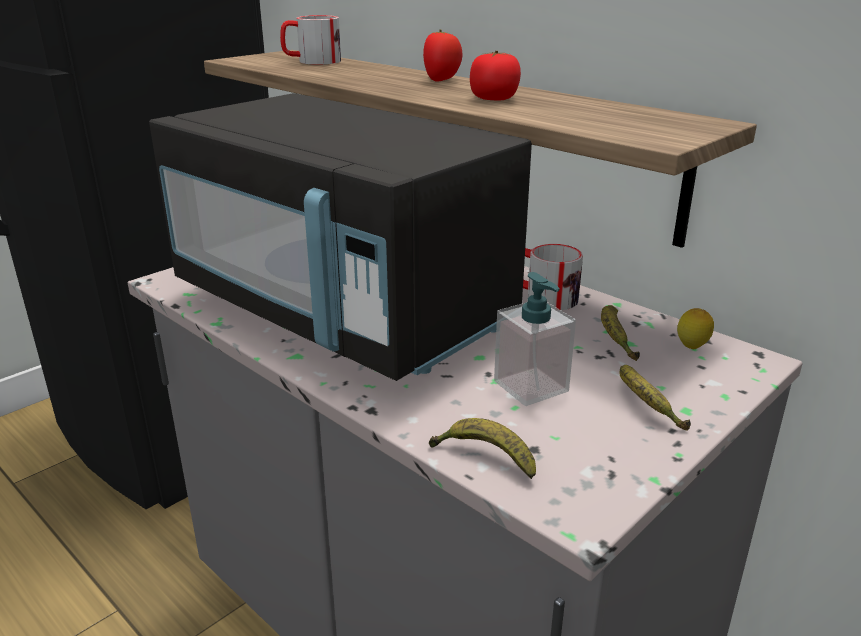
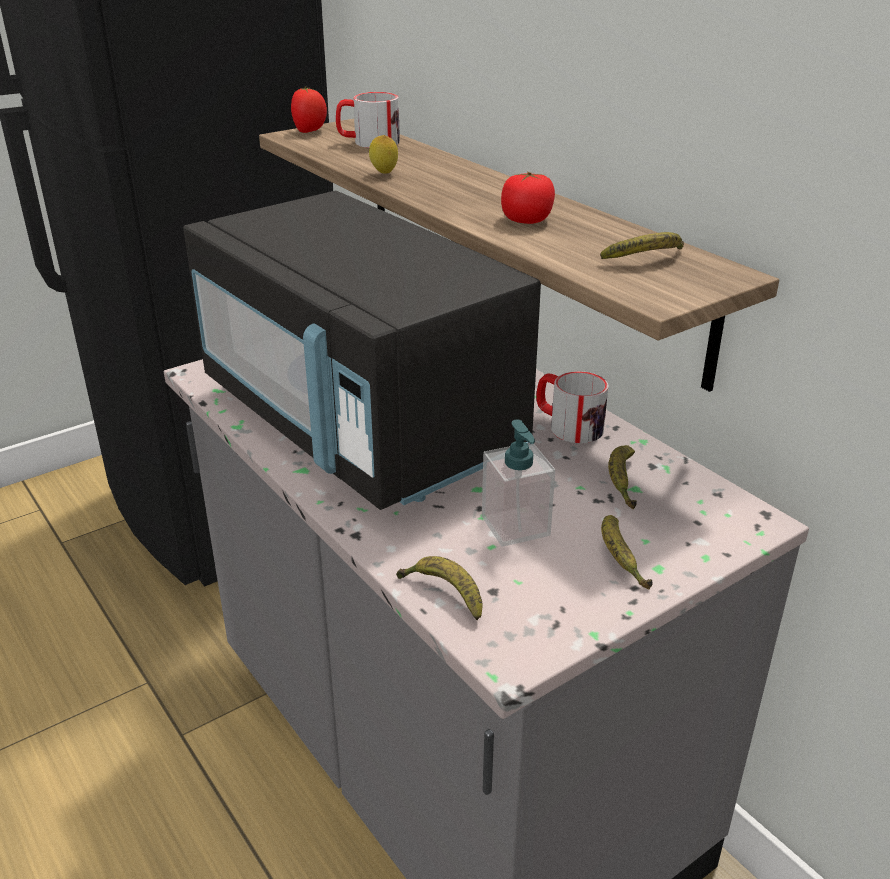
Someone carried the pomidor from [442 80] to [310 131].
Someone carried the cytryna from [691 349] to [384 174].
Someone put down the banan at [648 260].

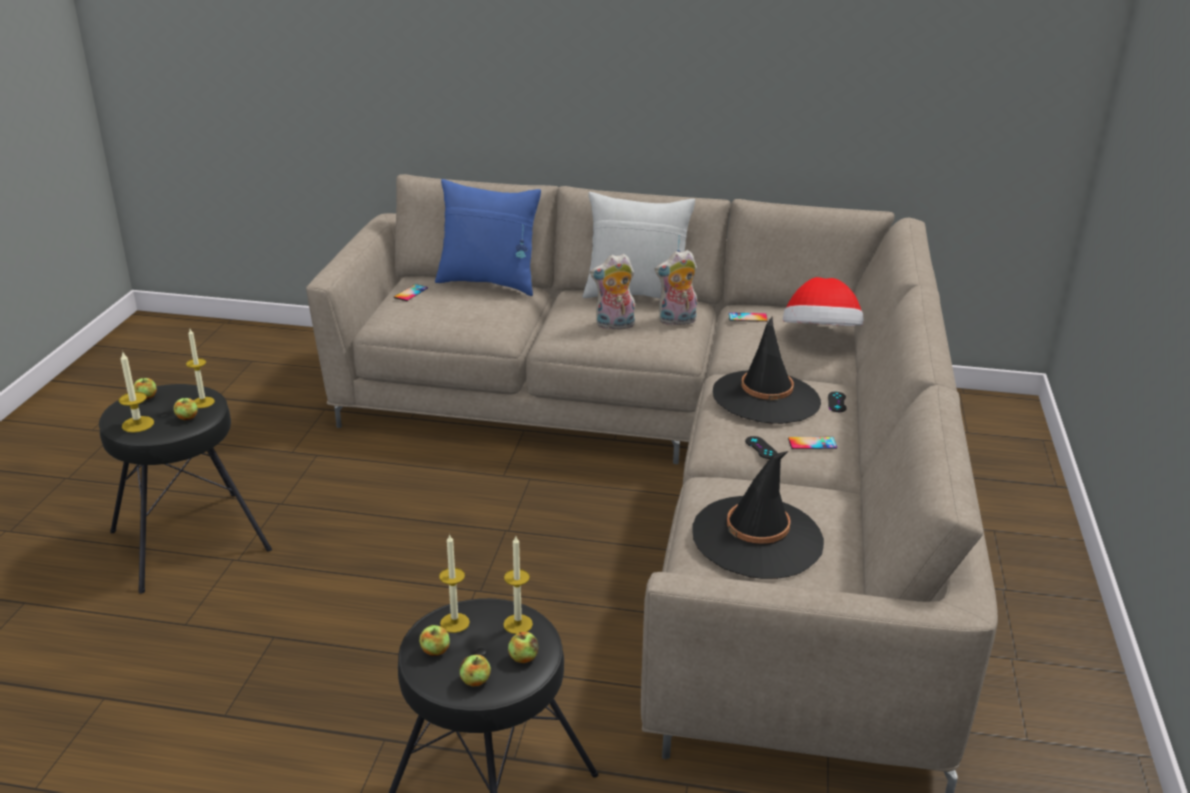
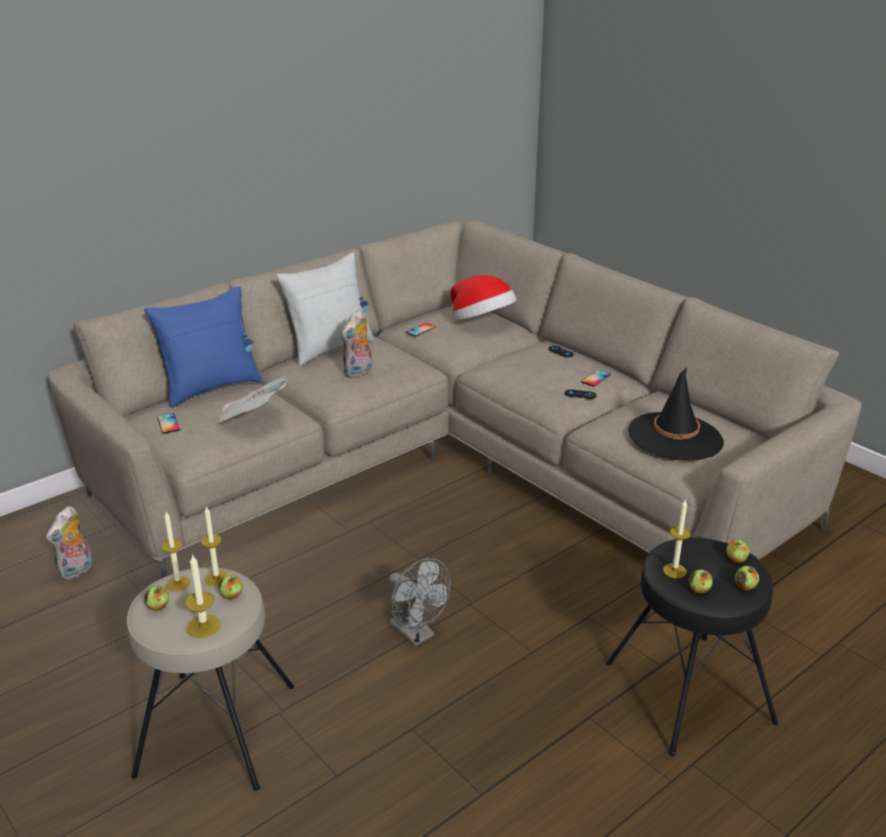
Someone repainted the stołek (czarny) at [189 539], which became the stołek (beżowy) at [214 729].
Someone carried the świeca from [518 624] to [178 584].
Someone carried the pluszak from [676 321] to [77 571].
Someone took away the kapelusz (czarny) at [766 398].
Someone put down the gazeta at [252 417].
Someone put down the wentylator (szary) at [417 634].

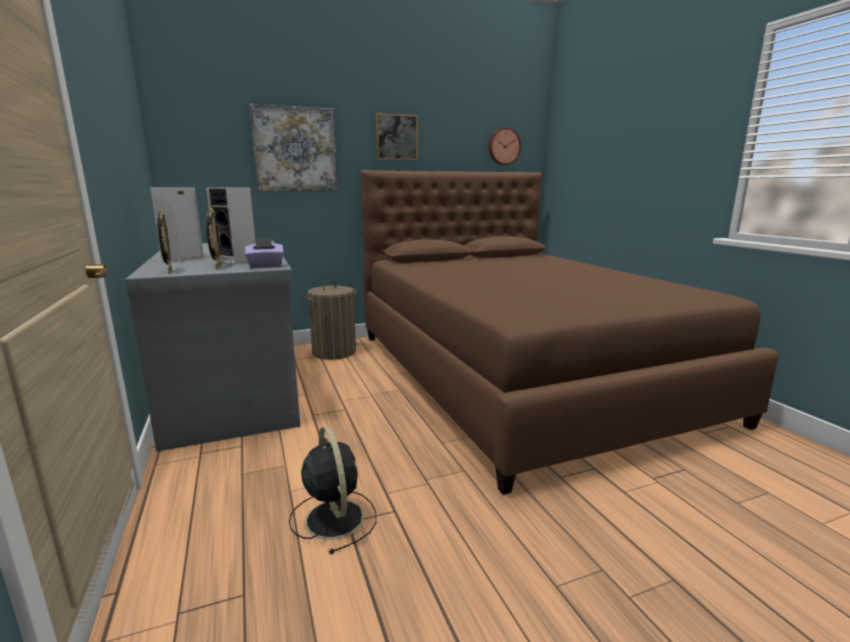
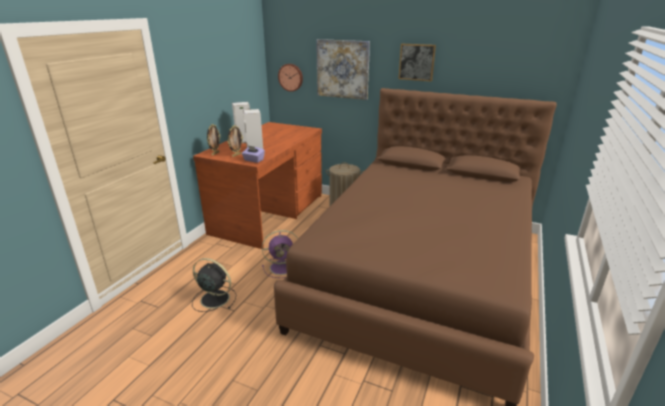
Someone repainted the biurko (szary) at [234 388], which became the biurko (brązowy) at [269 214].
Someone rotated the wentylator (czarny) at [334 517] by 90 degrees counterclockwise.
Someone carried the zegar ścienny from [503 146] to [291 77].
Someone put down the wentylator (fioletowy) at [283 267].

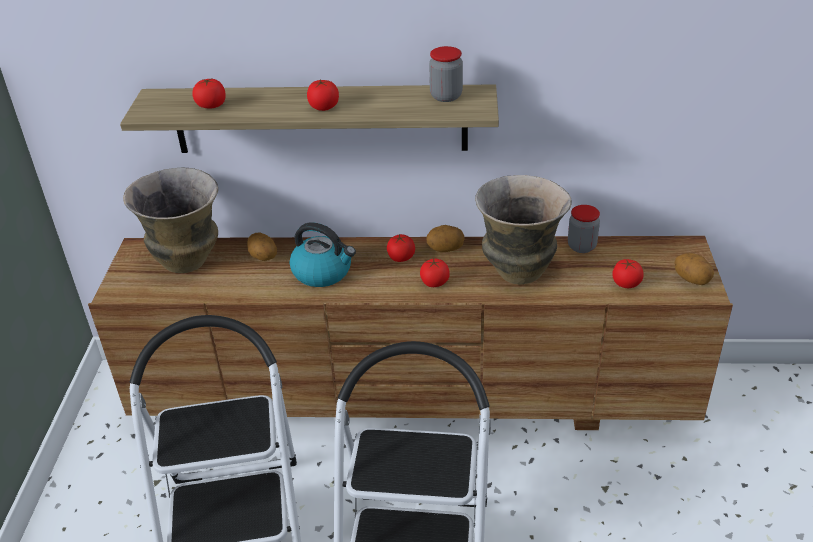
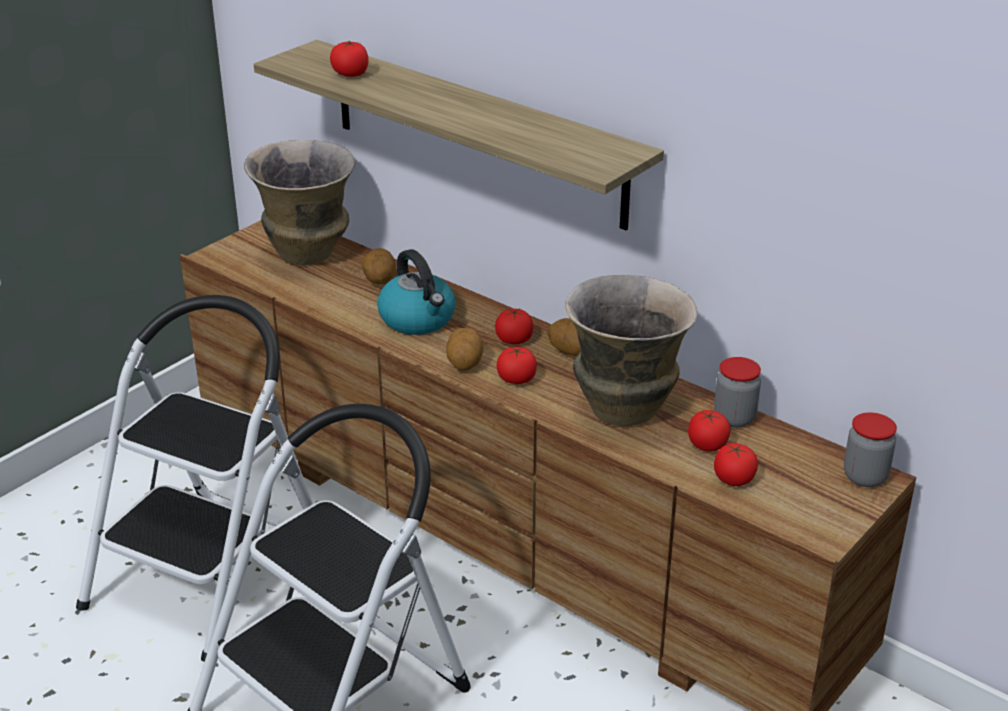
Someone carried the pomidor from [324 107] to [707 445].
Someone carried the słoik from [446 96] to [865 476].
Someone carried the ziemniak from [691 279] to [465 364].

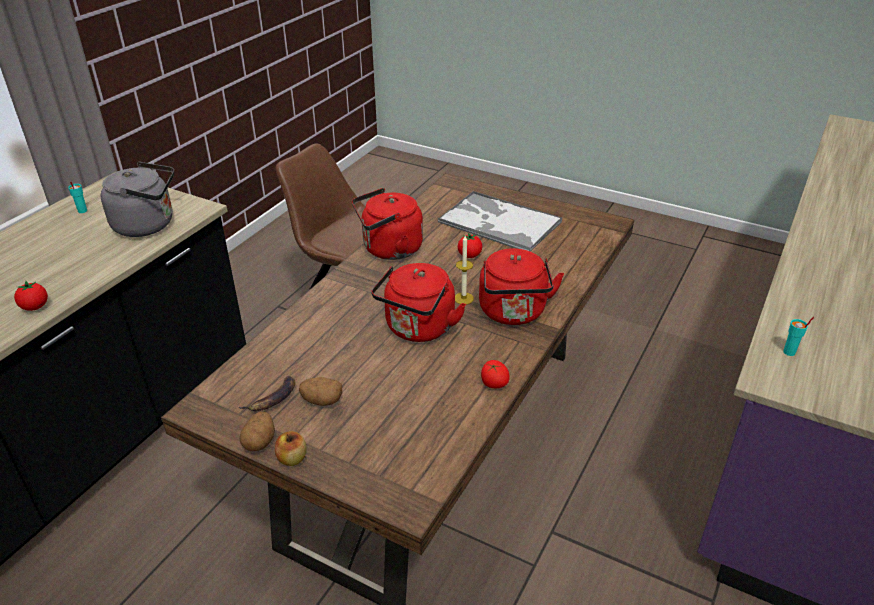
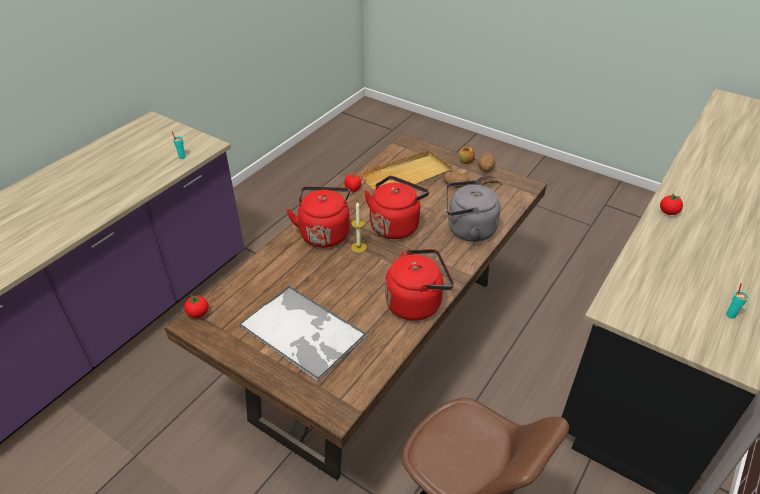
Someone carried the czajnik (szary) from [148 225] to [468 230].
Someone carried the pomidor from [469 255] to [198 313].
Someone put down the taca (beżowy) at [408 177].

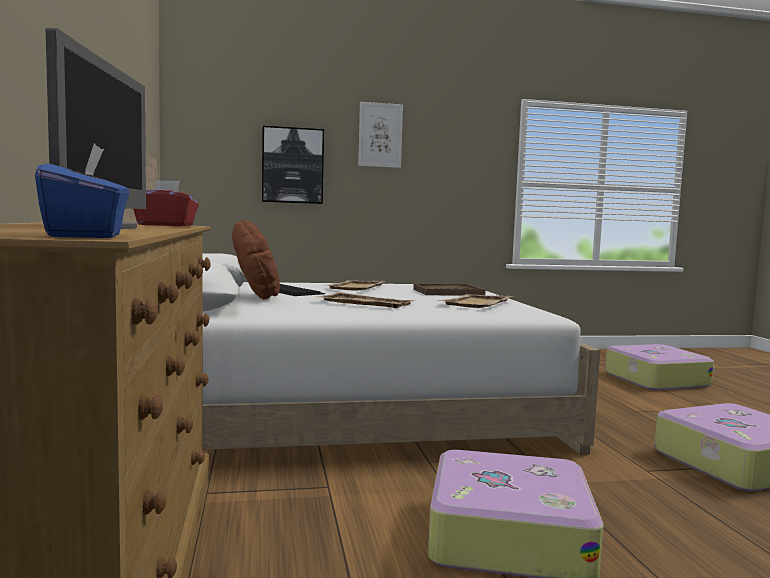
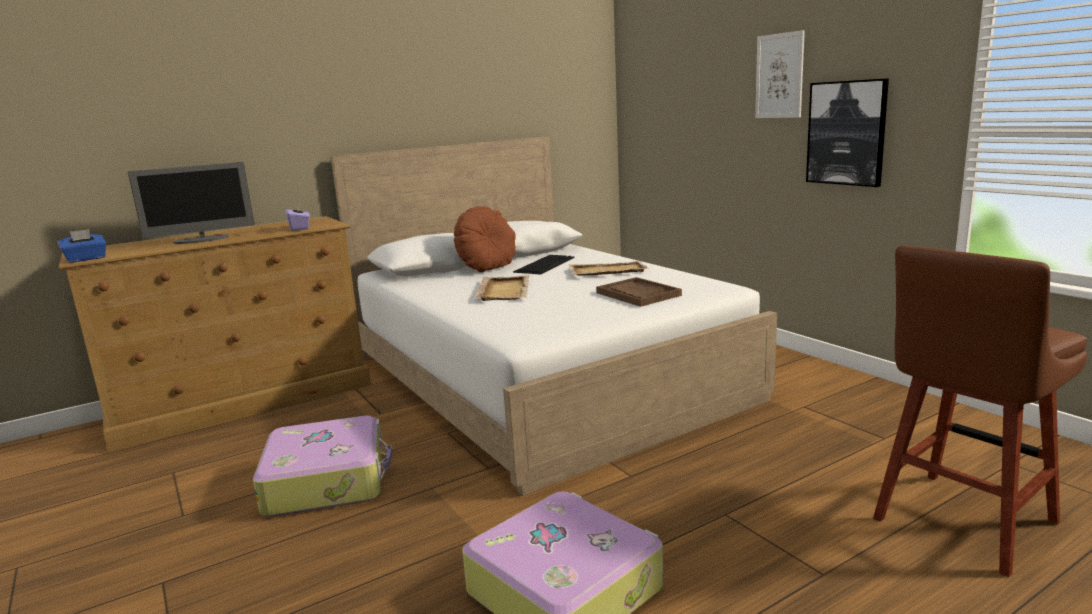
Someone repainted the pudełko chusteczek (czerwony) at [165 225], which became the pudełko chusteczek (fioletowy) at [300 228].
Someone carried the obraz from [292 165] to [846 133].
Someone took away the taca (beżowy) at [476 303].
Someone swapped the walizka at [654 379] for the stołek (brązowy) at [961 522].

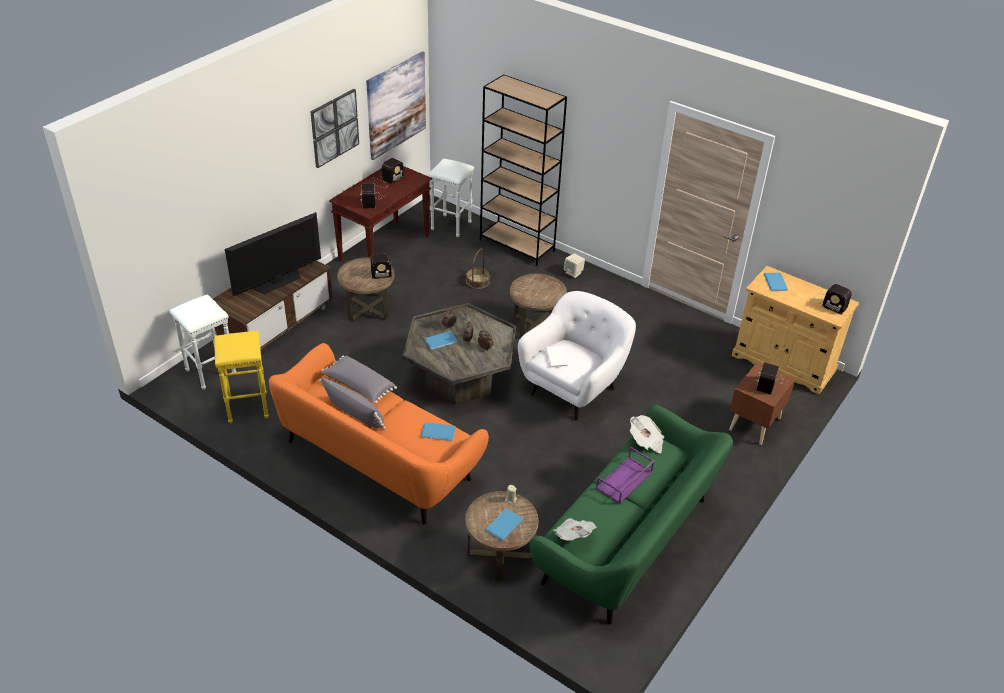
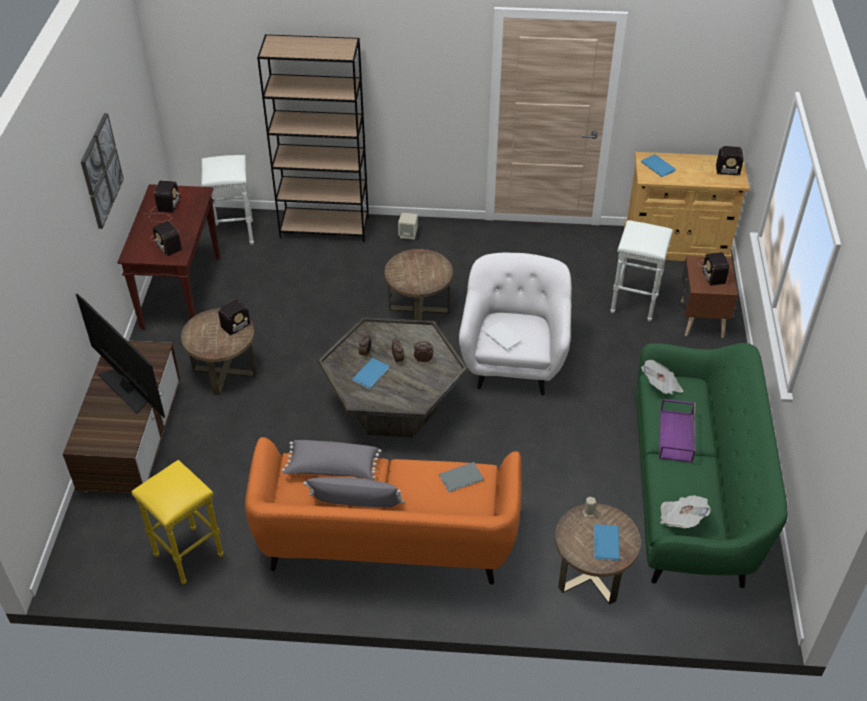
Someone carried the stołek (biały) from [211 371] to [633 303].
Someone rotated the telewizor at [278 281] by 60 degrees counterclockwise.
Someone took away the obraz at [396 105].
Someone repainted the książka (niebieski) at [439 432], which became the książka (szary) at [462 478].
Someone took away the koszyk at [477 281].

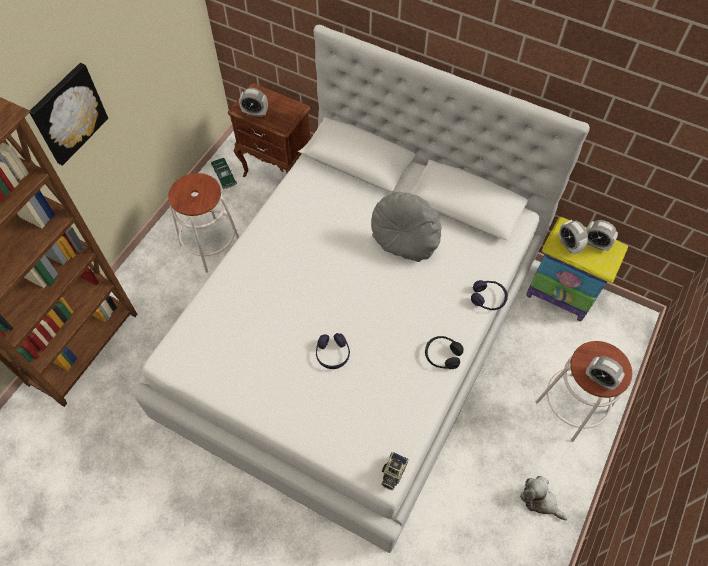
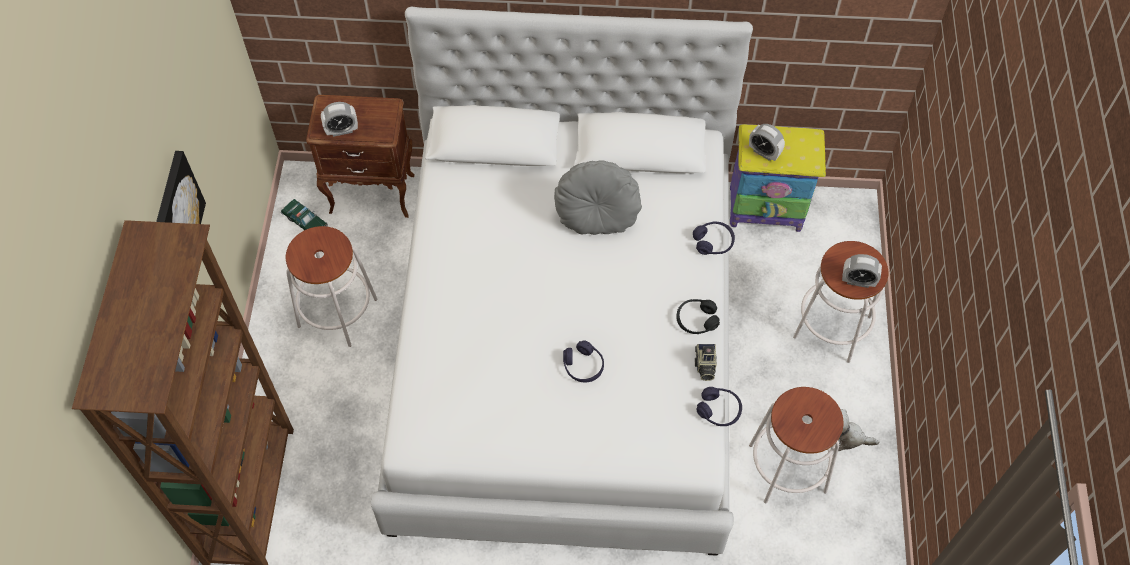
Someone carried the aparat fotograficzny from [392 473] to [704 365].
Someone took away the budzik at [595 244].
Someone put down the słuchawki (fioletowy) at [719 410].
Someone put down the stołek (biały) at [787 468].

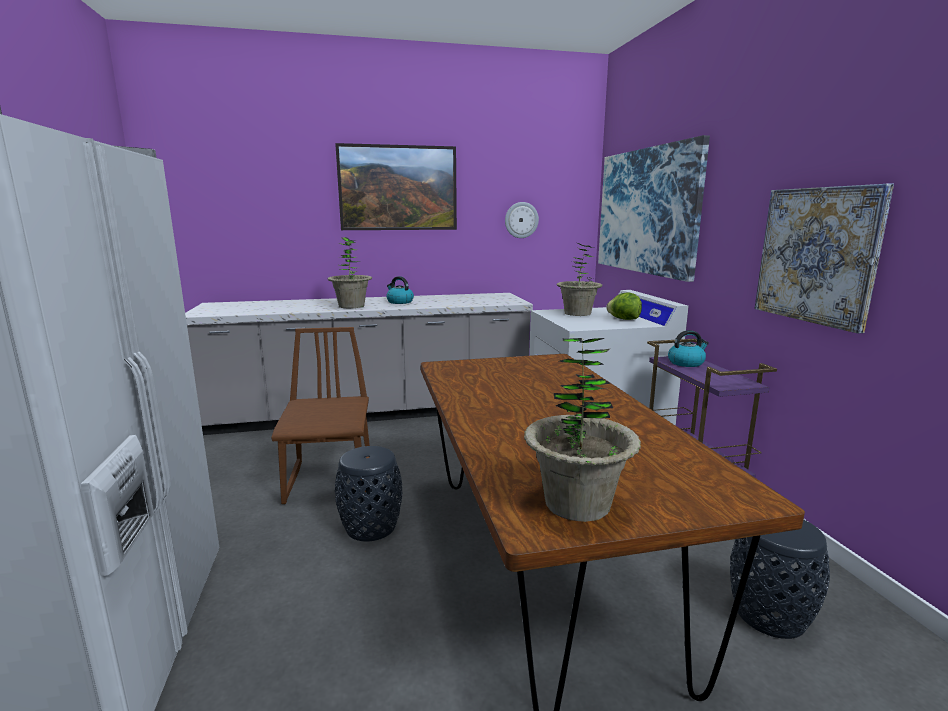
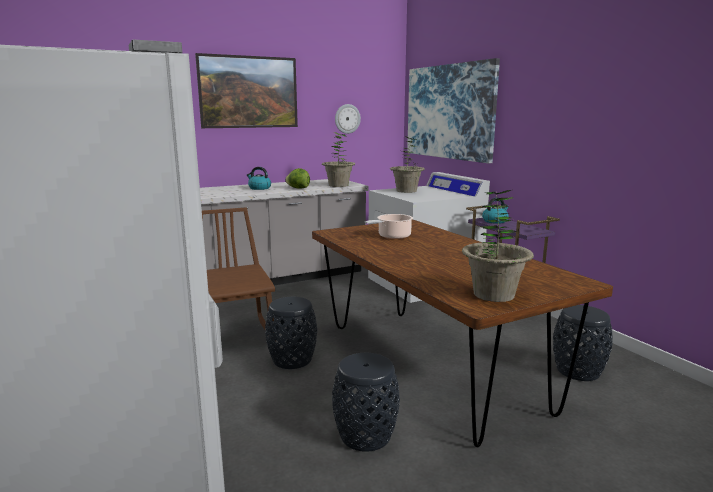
Someone carried the roślina doniczkowa from [351 306] to [338 185].
Someone carried the sałata from [623 319] to [298 188].
Someone took away the obraz at [817 255].
Someone put down the stołek (czarny) at [365 435].
Someone put down the garnek at [392 236].

